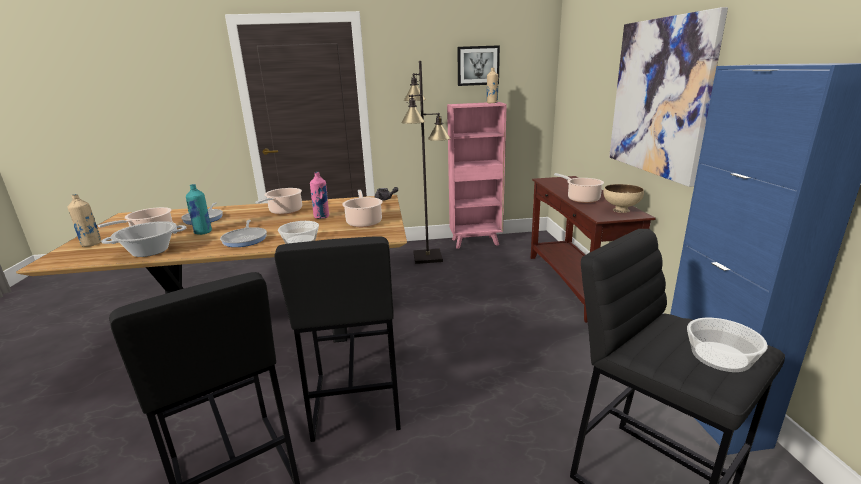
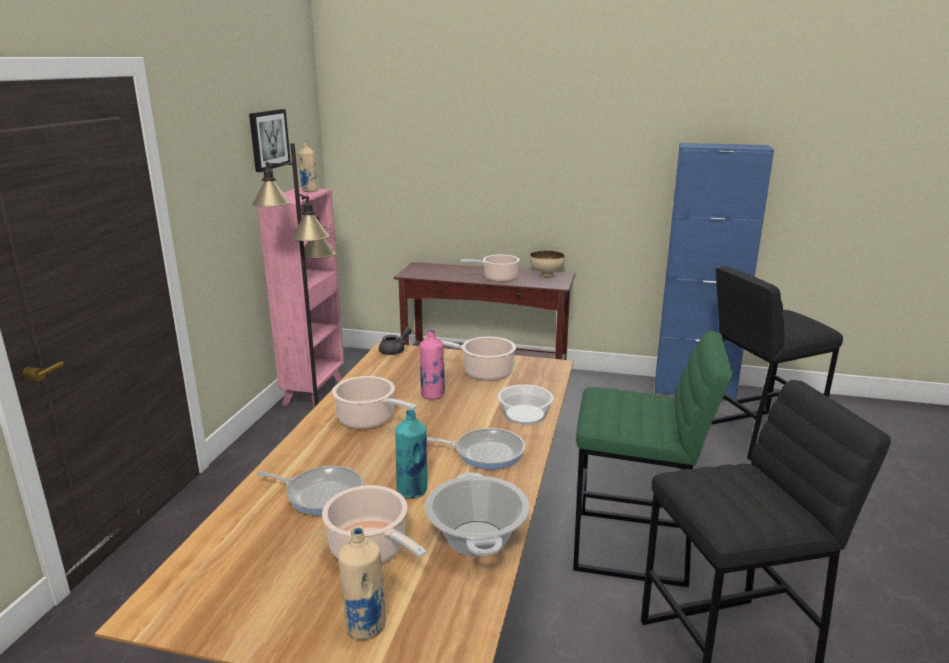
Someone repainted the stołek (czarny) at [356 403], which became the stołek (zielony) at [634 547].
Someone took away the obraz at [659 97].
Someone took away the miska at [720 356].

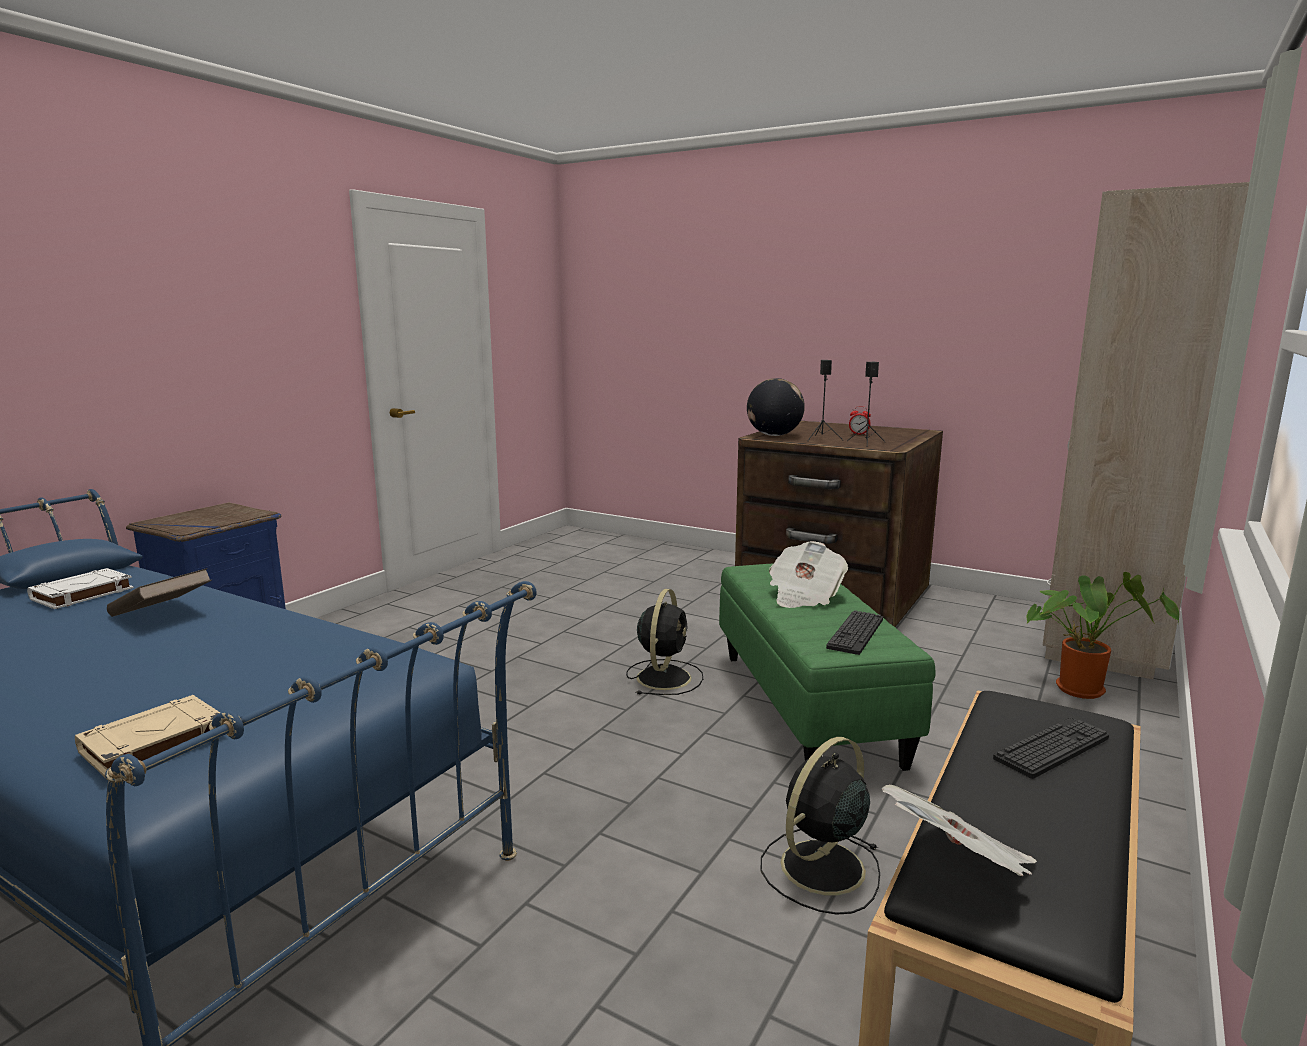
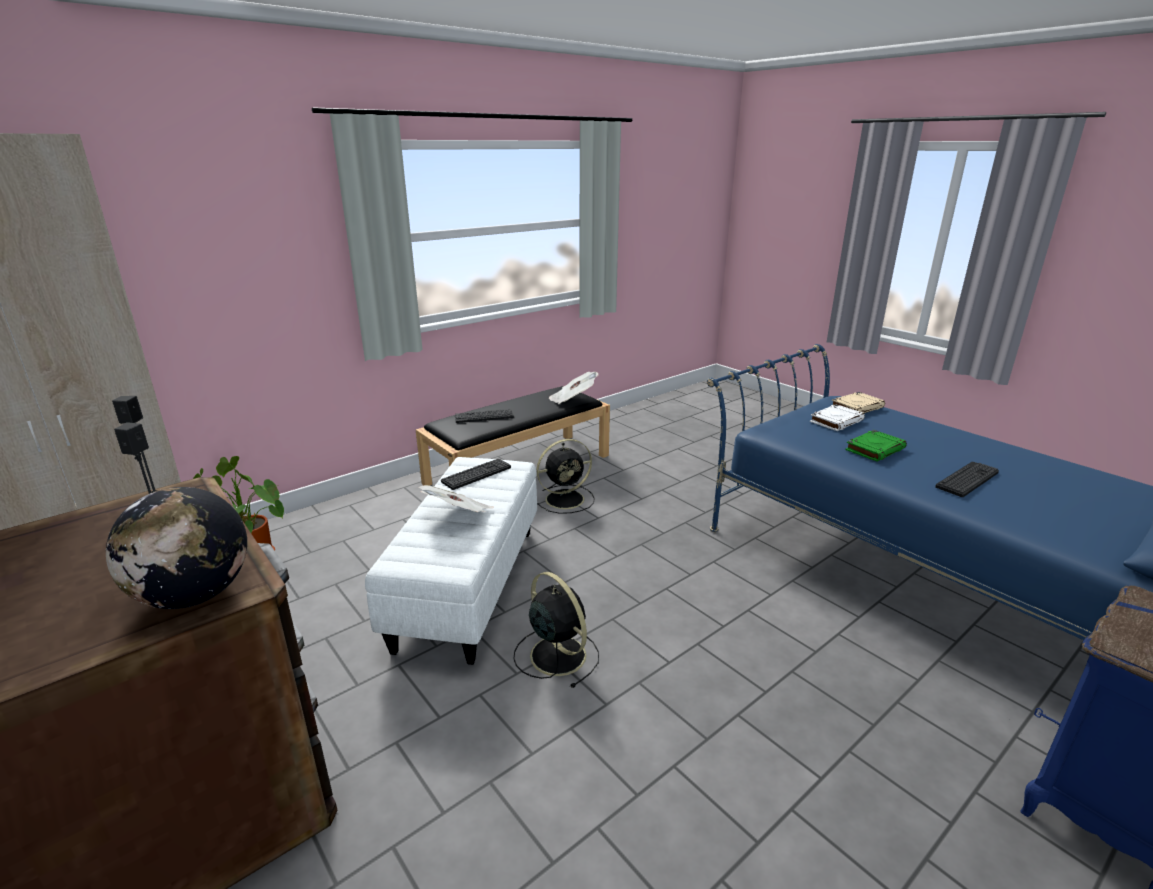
Someone carried the książka (biały) from [81 594] to [836 421].
Someone swapped the książka (brązowy) at [162 614] for the klawiatura at [967 479].
Someone rotated the wentylator (czarny) at [664 677] by 105 degrees clockwise.
Someone repainted the pufa (zielony) at [809 707], which became the pufa (biały) at [467 586].
Someone took away the budzik at [859 434].
Someone put down the książka (zielony) at [875 449].

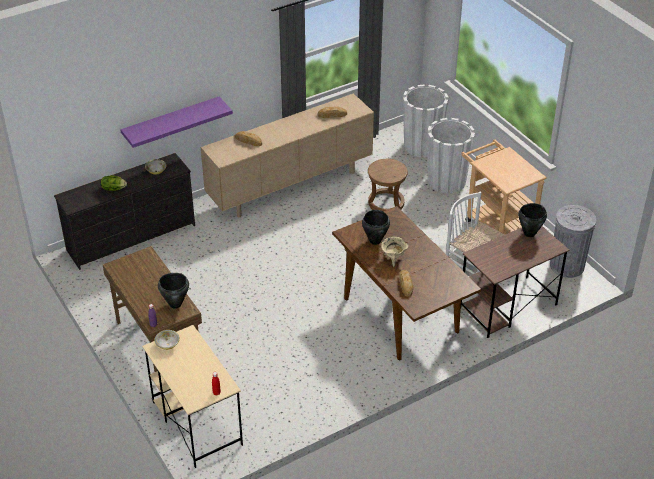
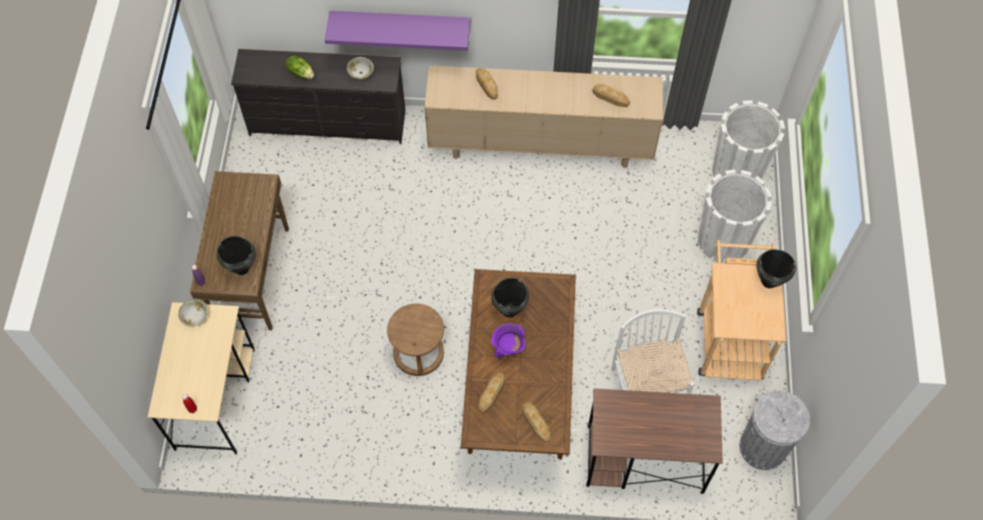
Someone carried the stołek (brązowy) from [386 203] to [418 353].
Someone repainted the garnek (beżowy) at [393 259], which became the garnek (fioletowy) at [508 349].
Someone carried the garnek (czarny) from [529 233] to [768 281].
Someone put down the chleb at [536 423].

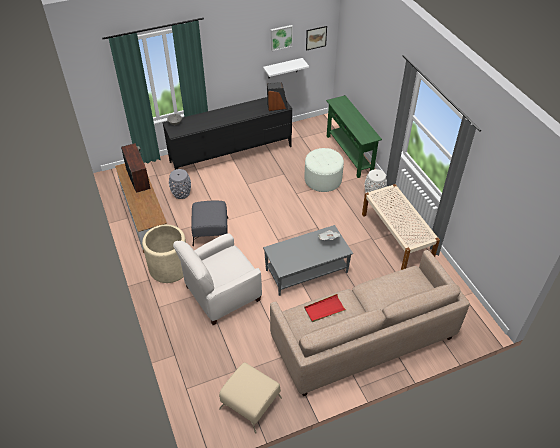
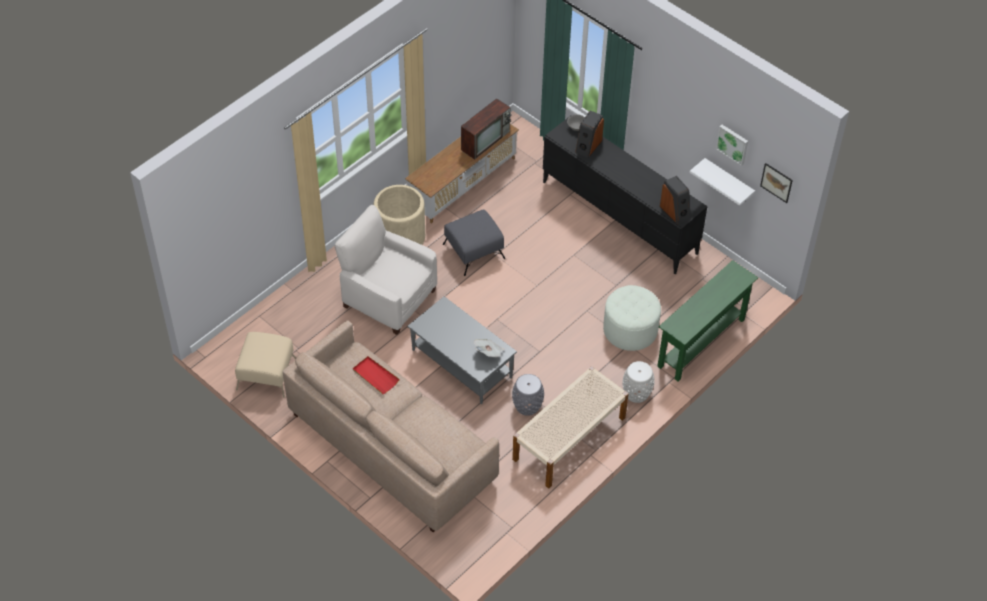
Someone carried the stołek (szary) from [181 193] to [527 406].
Someone put down the głośnik at [588 146].

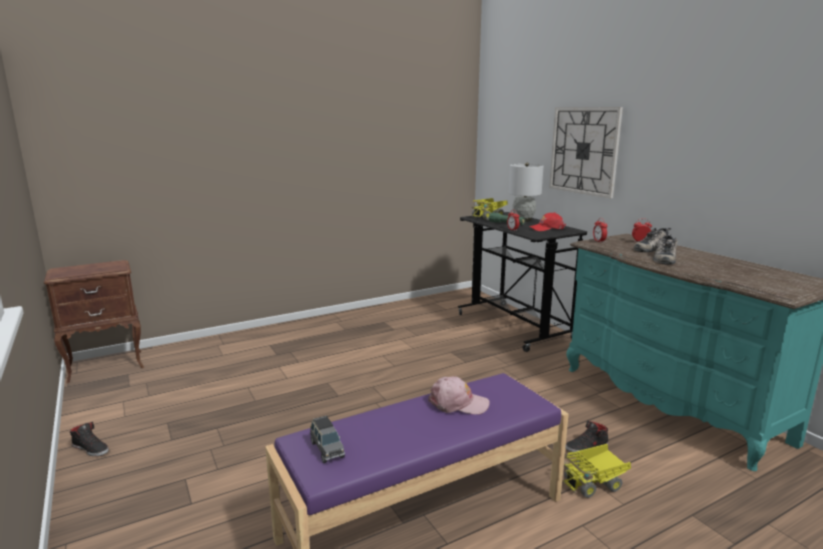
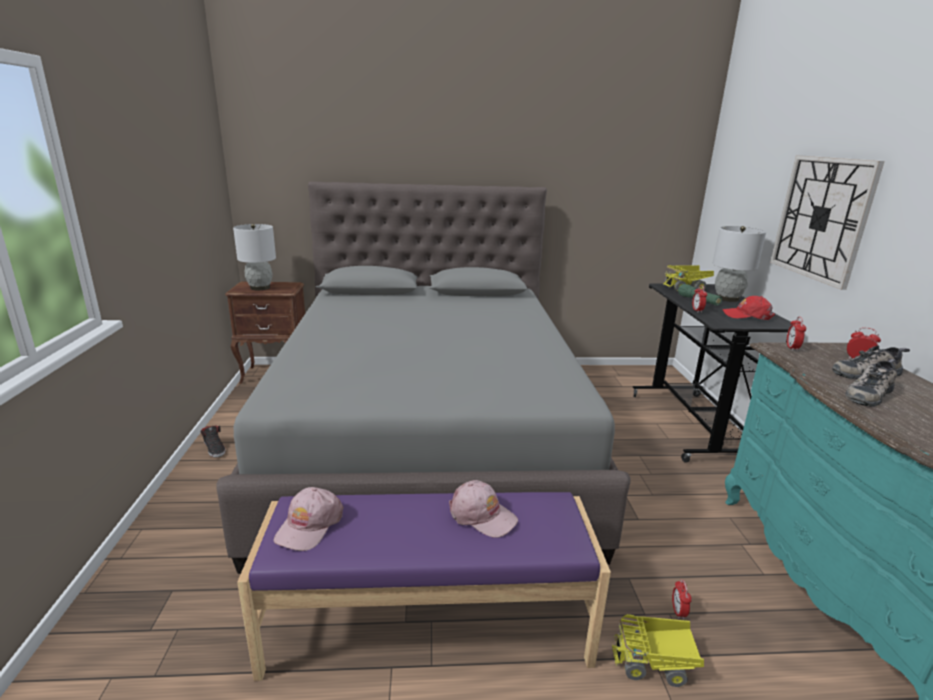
Someone swapped the samochodzik (szary) at [327 449] for the czapka z daszkiem (różowy) at [309 525].
Someone swapped the but (czarny) at [587 447] for the budzik at [678 612].
Someone put down the łóżko (szary) at [428 438].
Someone put down the lampa stołowa (biały) at [260 287].

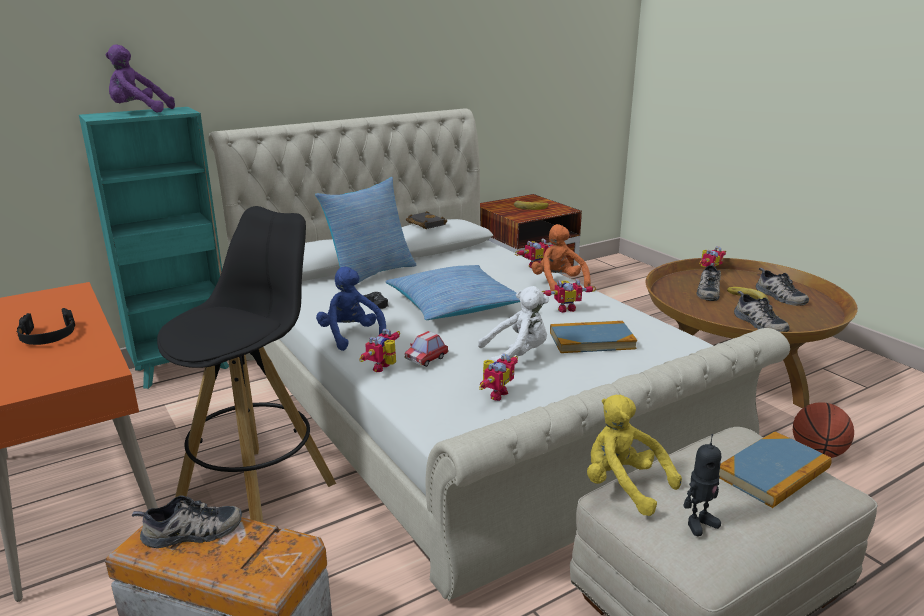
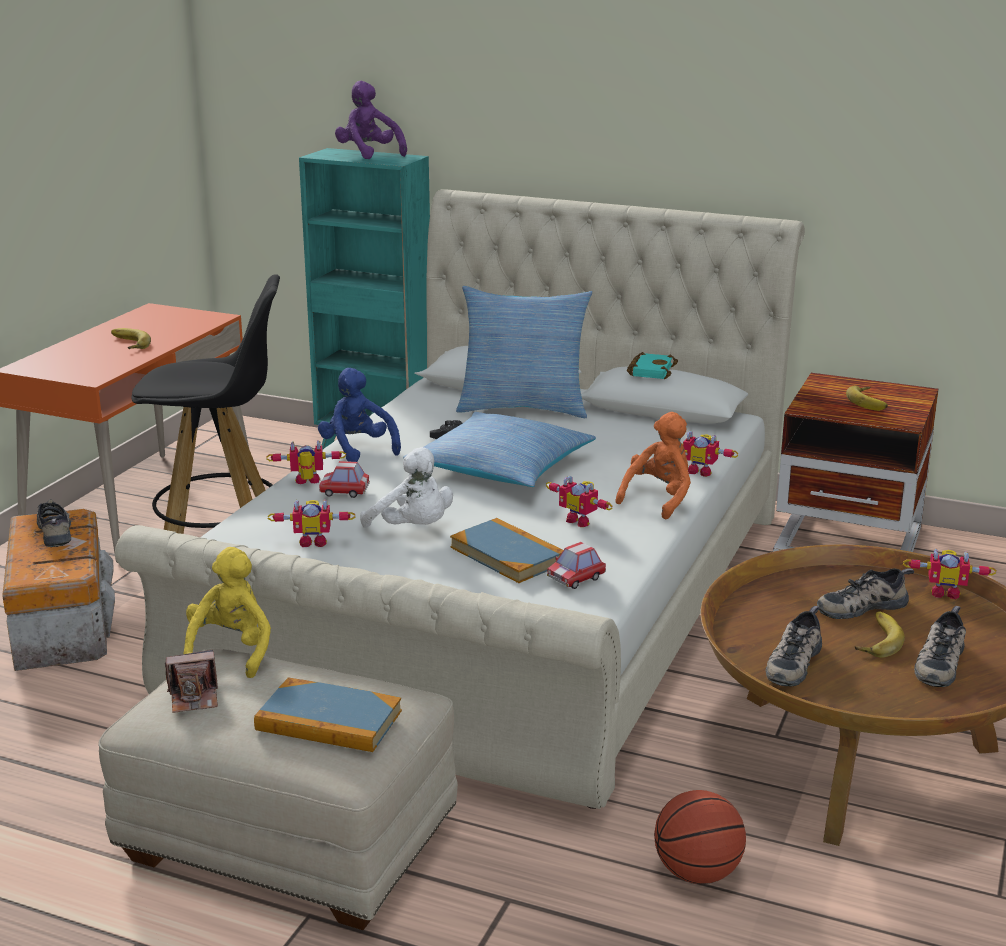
Someone swapped the słuchawki (czarny) at [48 336] for the banan at [127 344].
Someone rotated the but at [191 533] by 150 degrees counterclockwise.
Someone rotated the pluszak (niebieski) at [351 336] by 60 degrees counterclockwise.
Someone repainted the książka (czarny) at [424 224], which became the książka (turkusowy) at [650 370].
Someone swapped the robot zabawkowy at [699 523] for the aparat fotograficzny at [194 698].
Someone put down the samochodzik at [576 578].

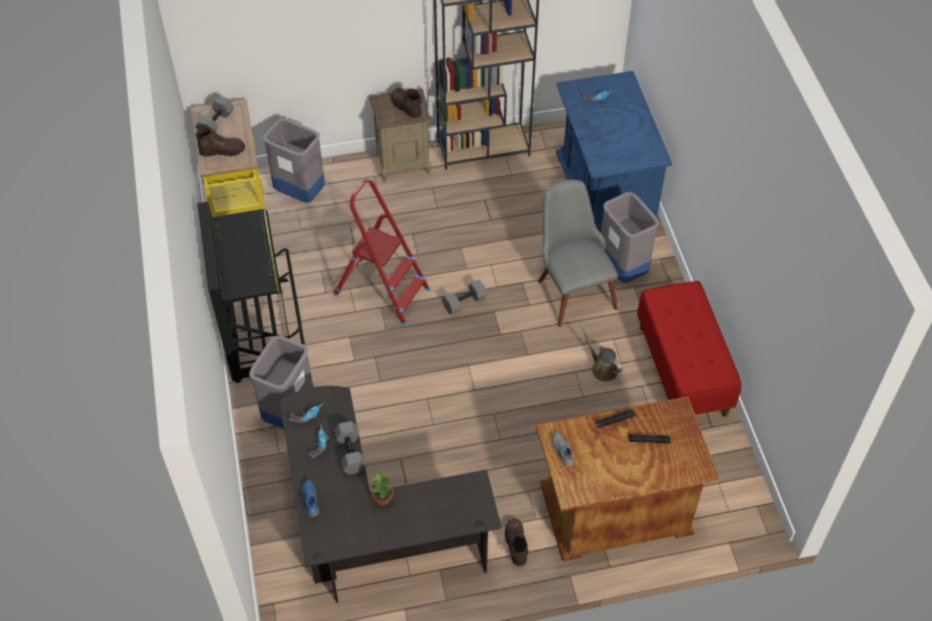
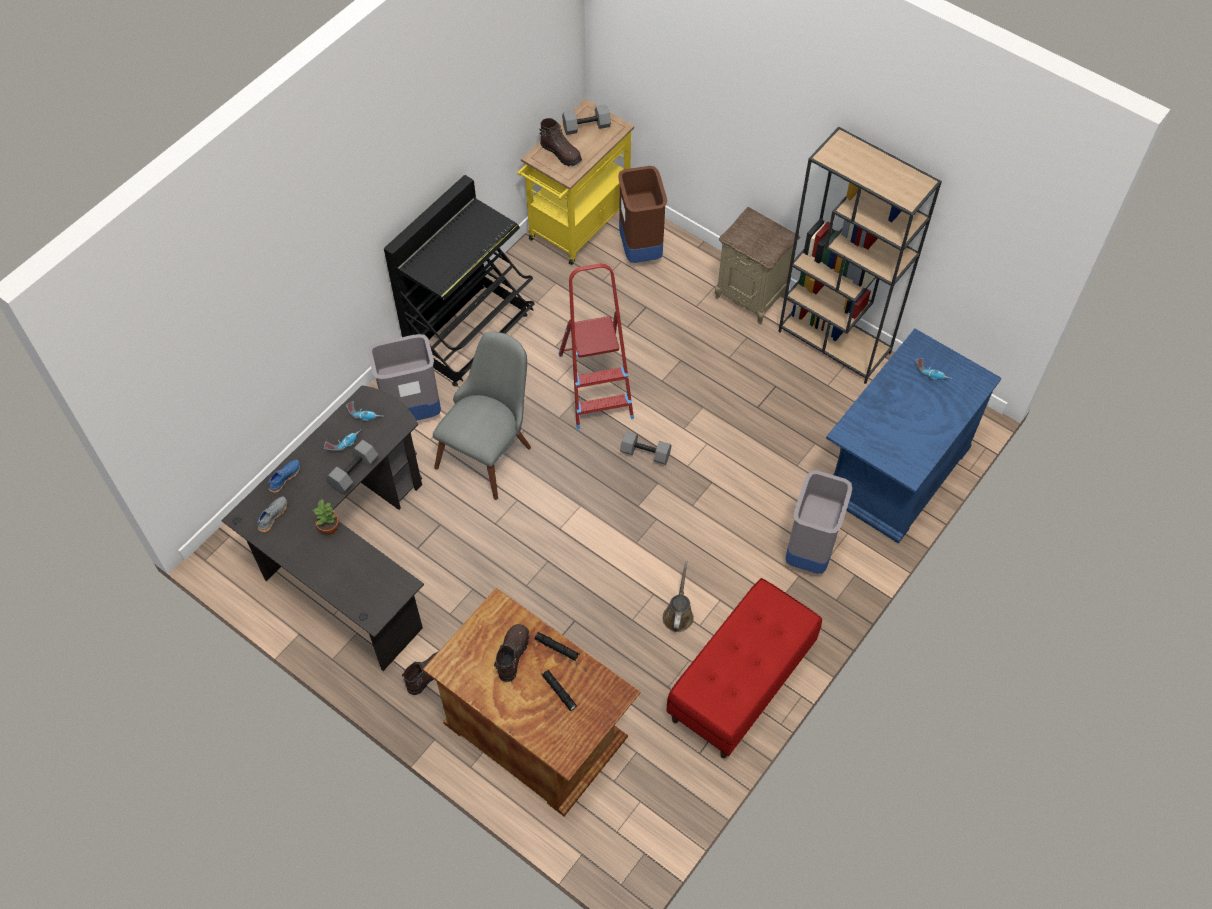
Someone repainted the kosz na śmieci (szary) at [300 193], which became the kosz na śmieci (brązowy) at [641 250].
Someone carried the but z cholewką (brązowy) from [406 107] to [512 655].
Someone carried the krzesło (szary) from [572 287] to [490 448].
Someone carried the but (szary) from [562 452] to [272 516].

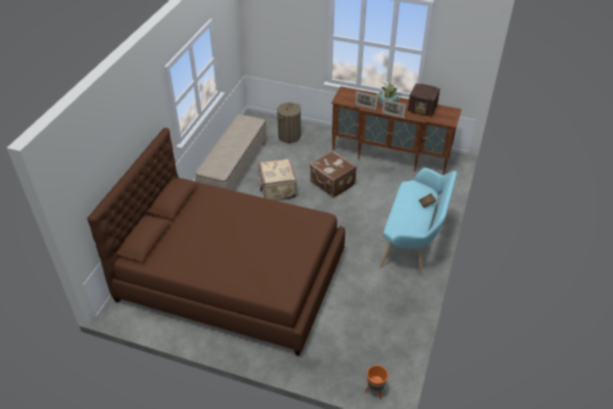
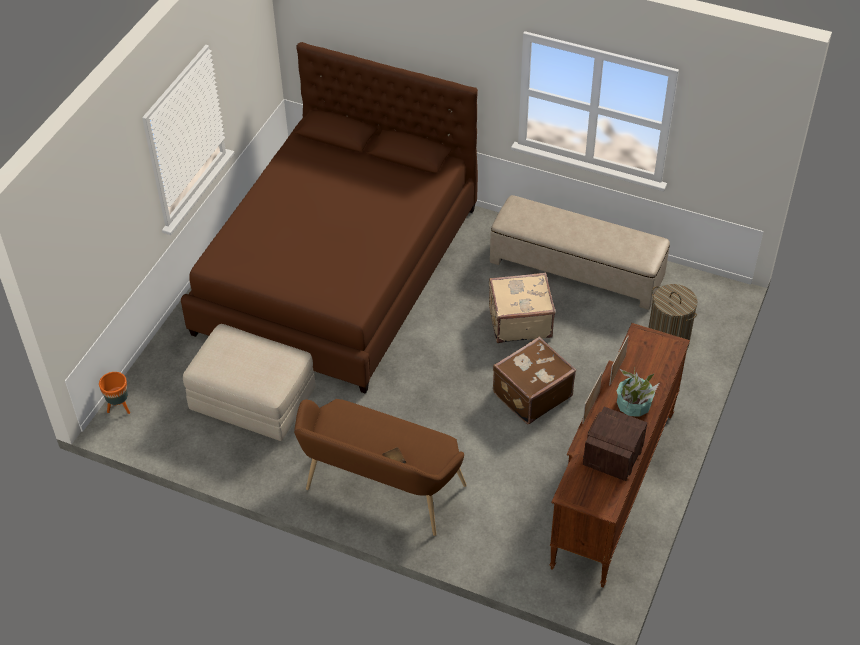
Someone repainted the ławka (turkusowy) at [414 241], which became the ławka (brązowy) at [380 492].
Someone put down the pufa (beżowy) at [253 399].

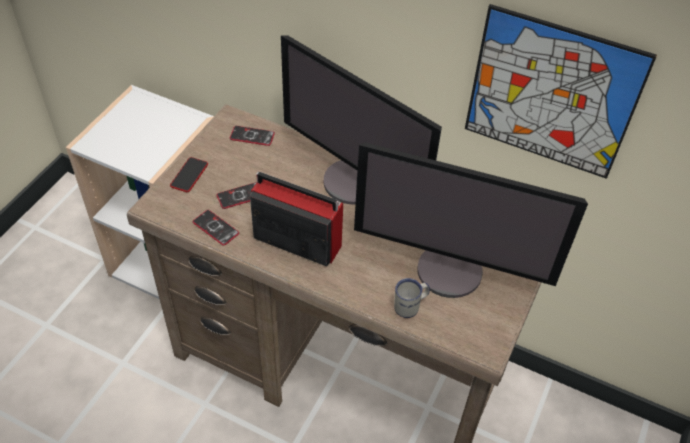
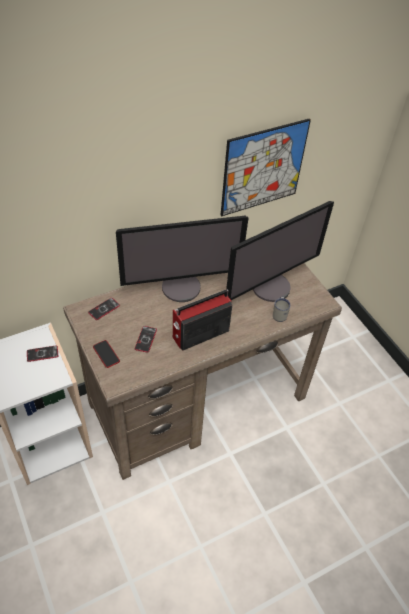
Someone carried the telefon from [215 228] to [42 354].

